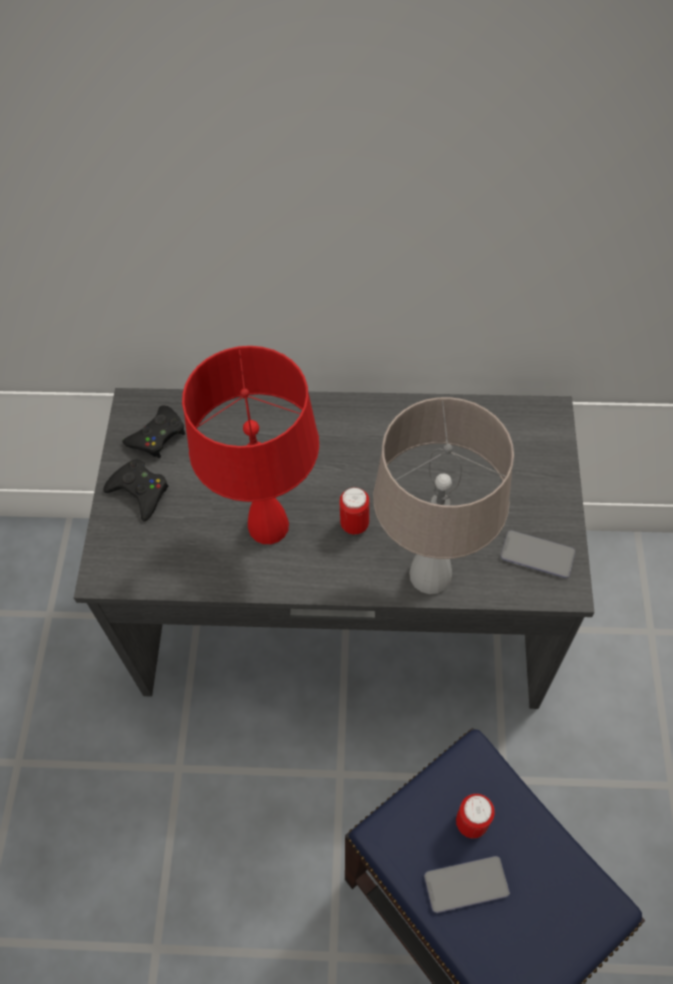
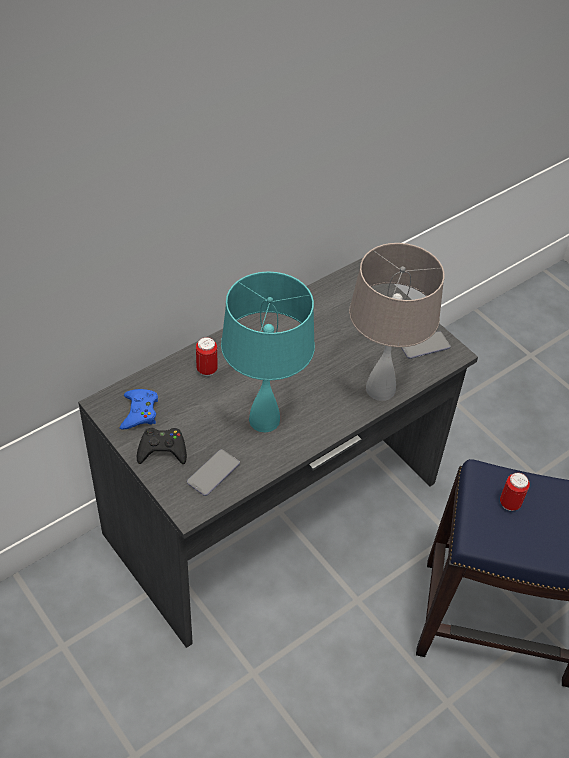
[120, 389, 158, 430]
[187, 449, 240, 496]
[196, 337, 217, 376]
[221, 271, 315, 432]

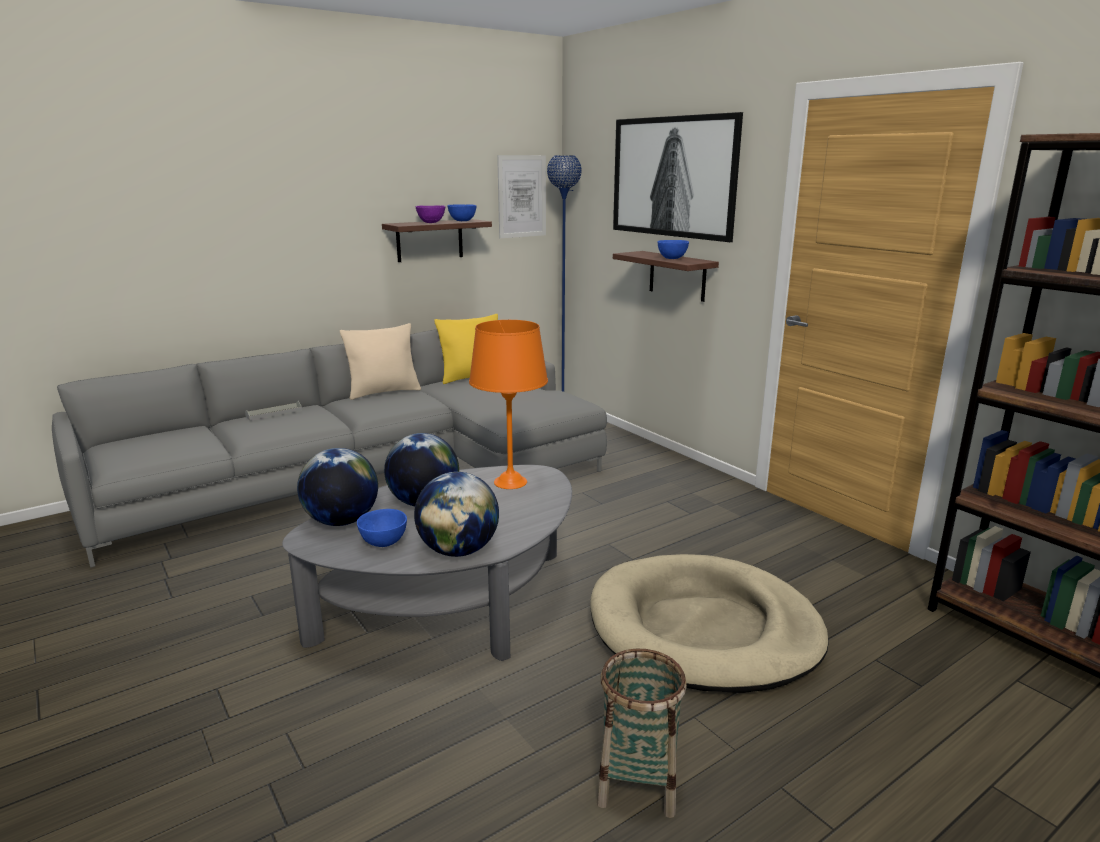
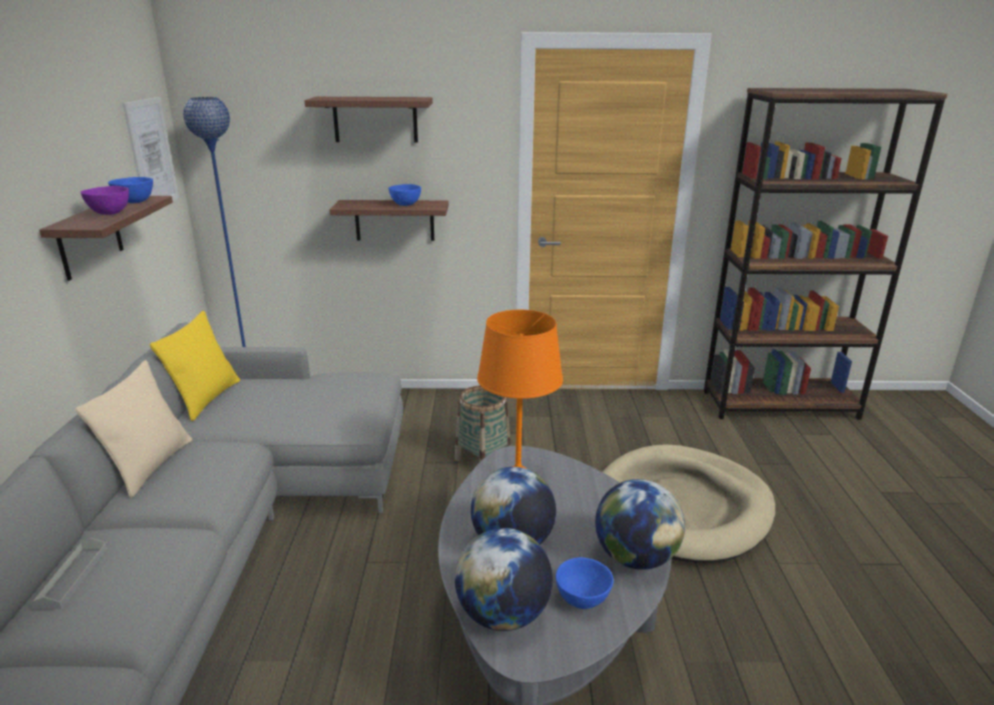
[305, 97, 433, 143]
[455, 385, 511, 463]

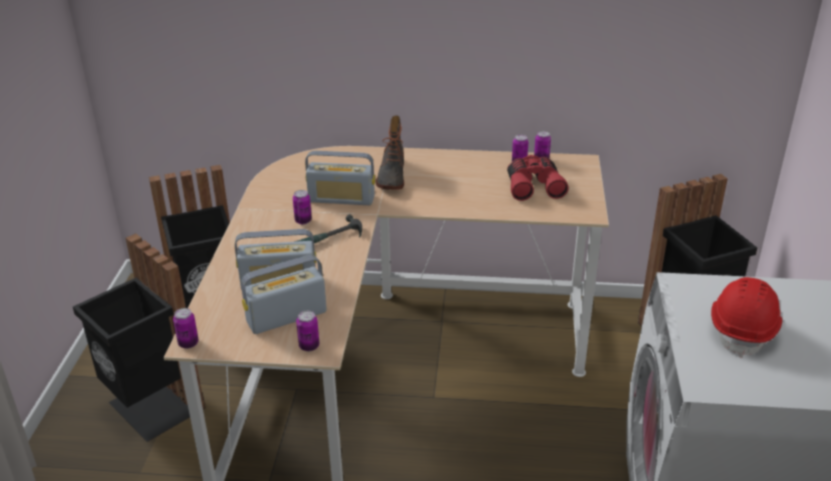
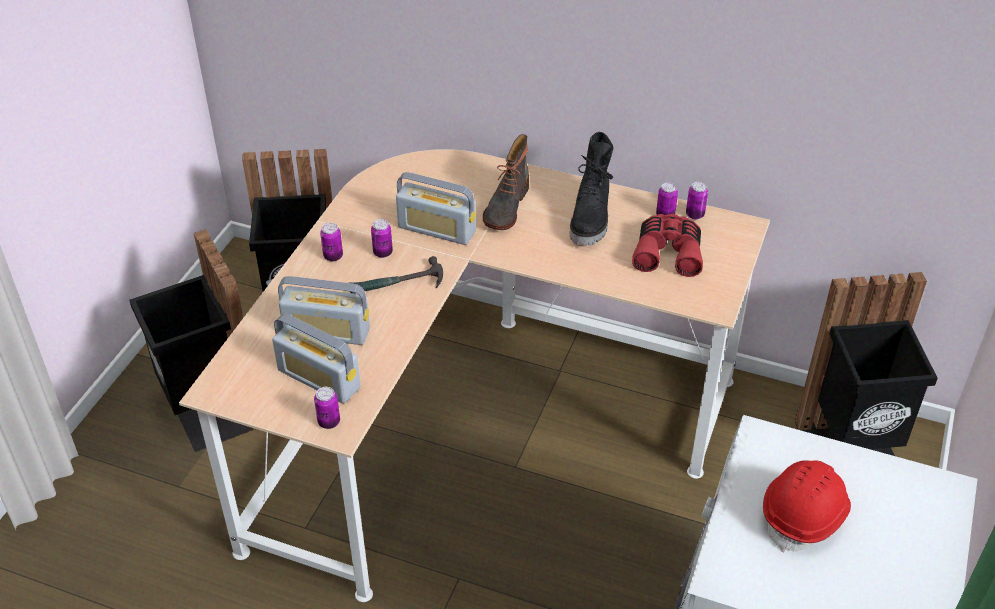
[272, 314, 360, 404]
[320, 223, 343, 261]
[569, 132, 613, 246]

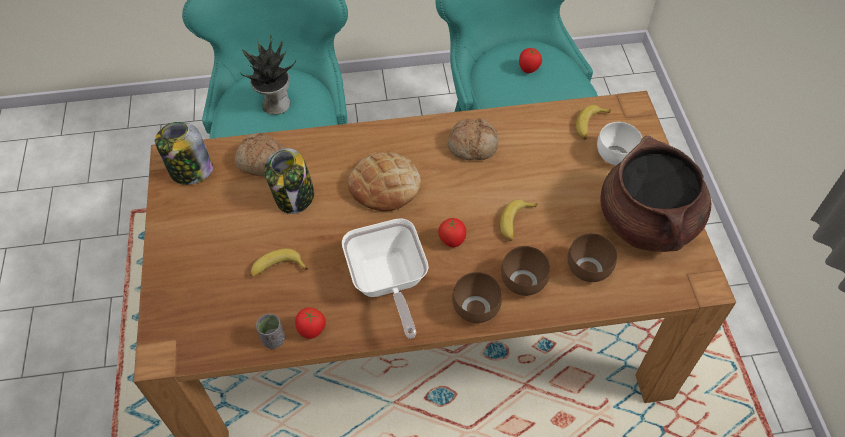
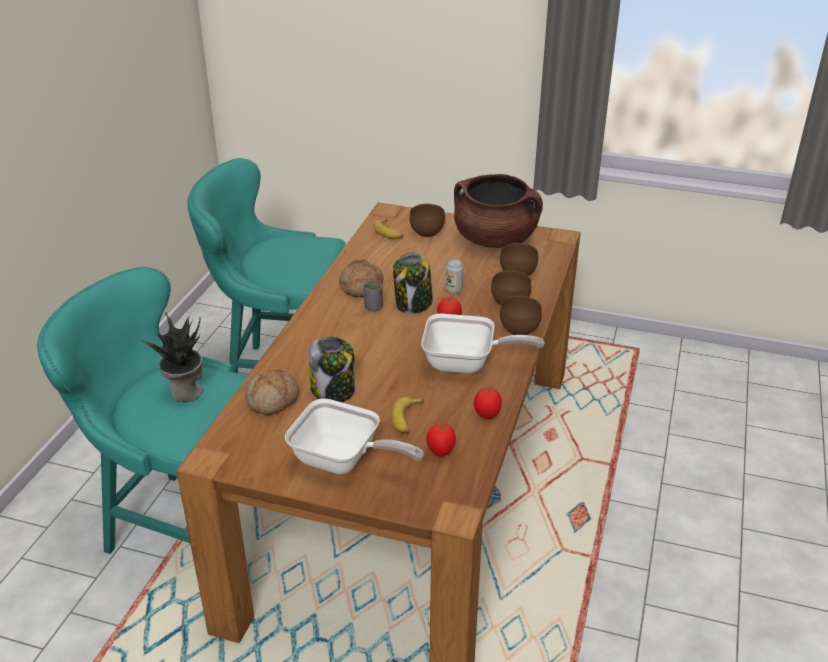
[285, 398, 424, 475]
[364, 280, 383, 312]
[393, 252, 433, 314]
[410, 204, 445, 237]
[426, 424, 456, 456]
[446, 259, 463, 294]
[348, 152, 421, 211] (first image)

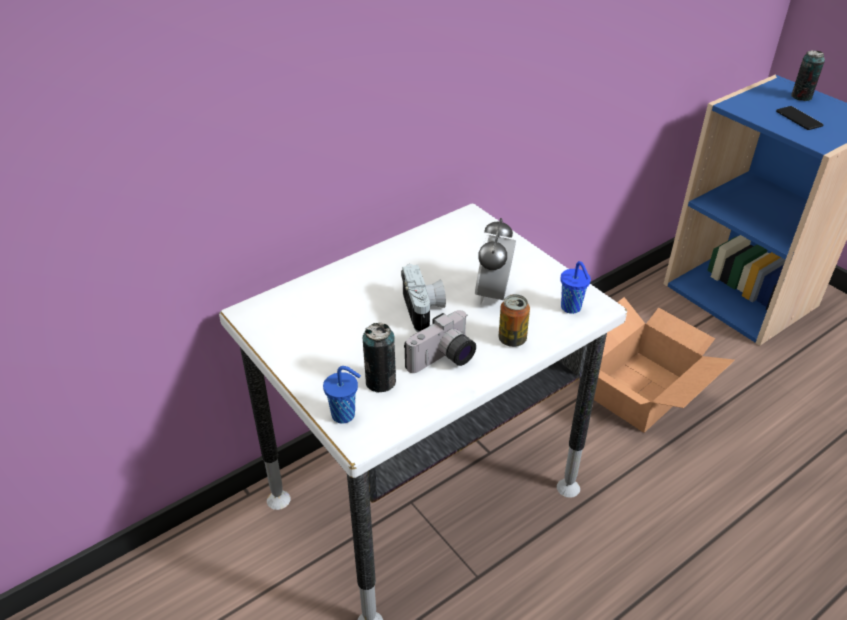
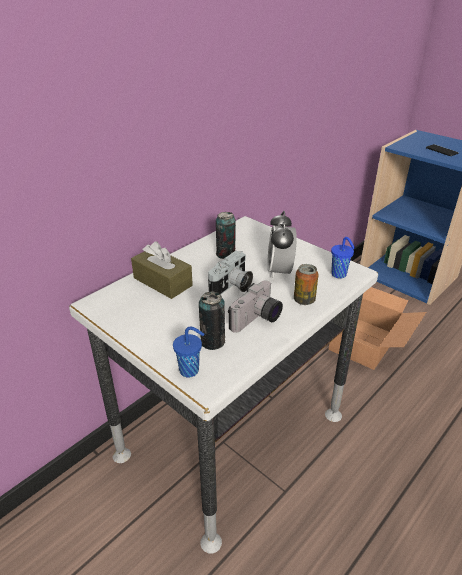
[131, 241, 193, 299]
[208, 251, 253, 295]
[216, 212, 236, 259]

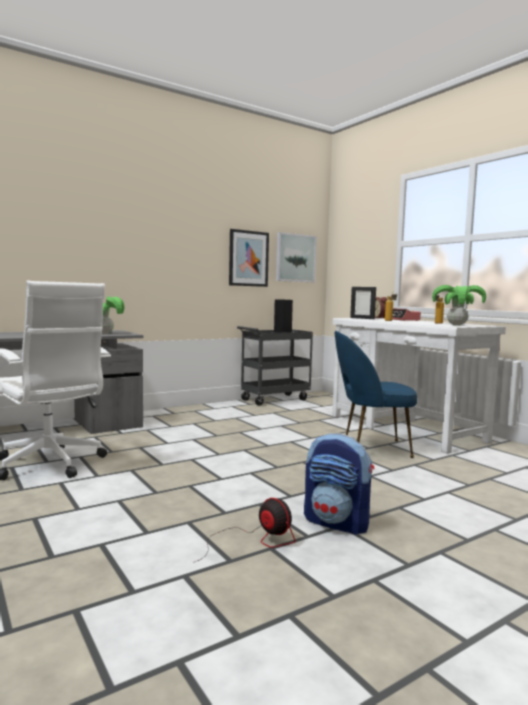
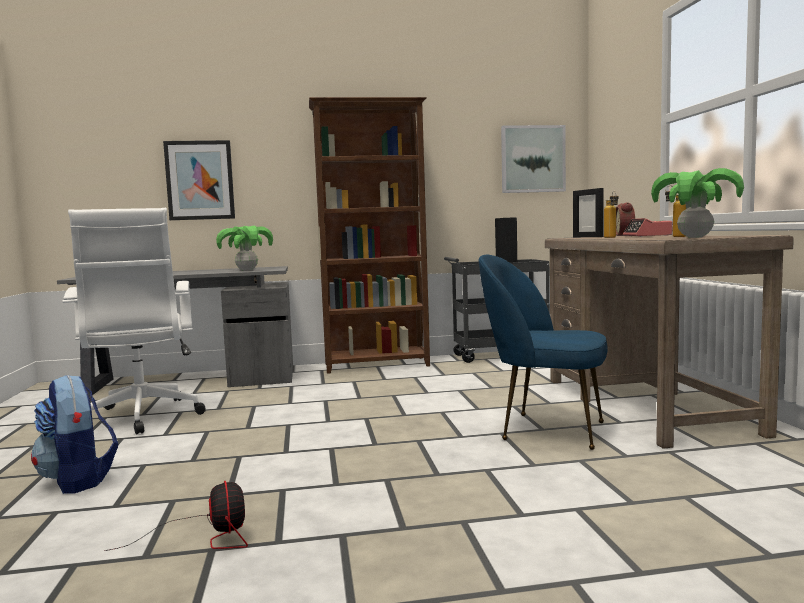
[31, 375, 118, 494]
[163, 140, 235, 220]
[309, 97, 430, 374]
[545, 235, 794, 448]

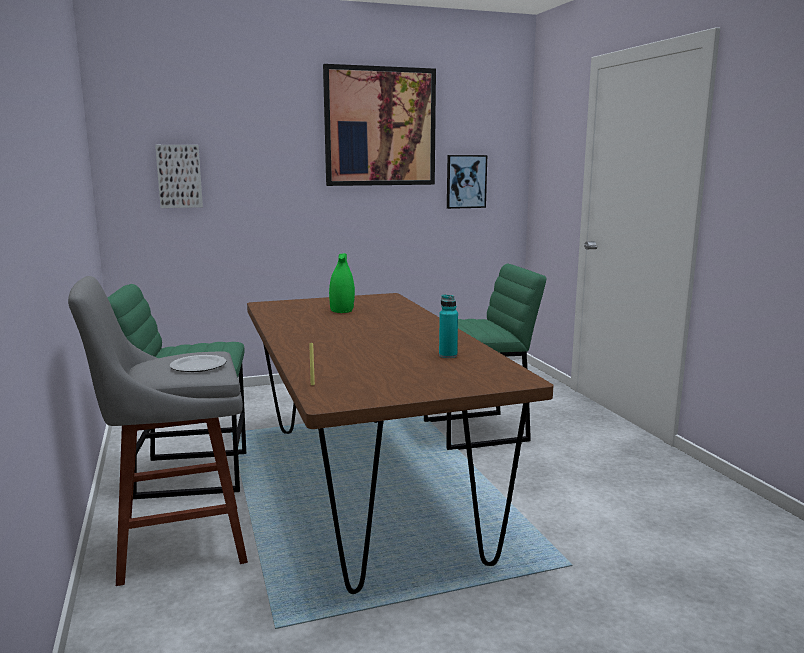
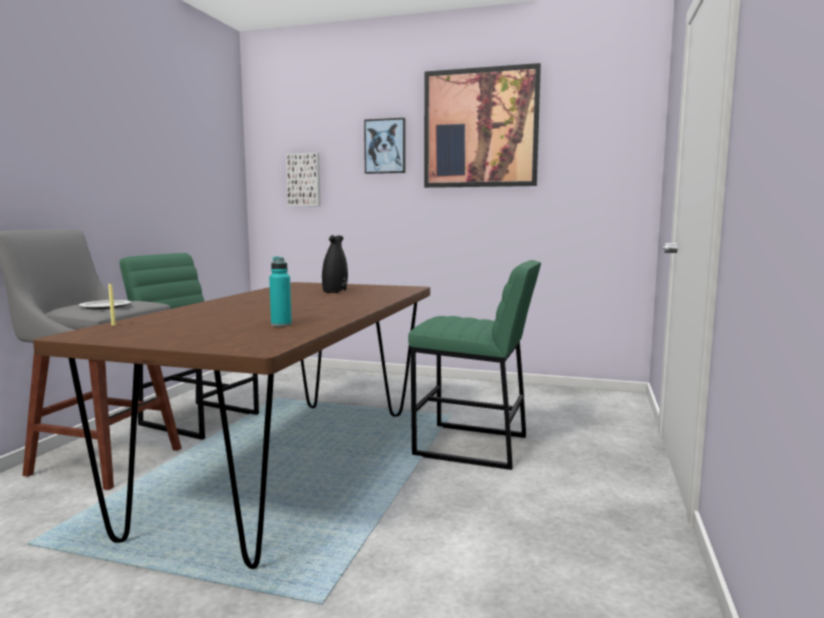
[322, 235, 348, 293]
[364, 118, 406, 174]

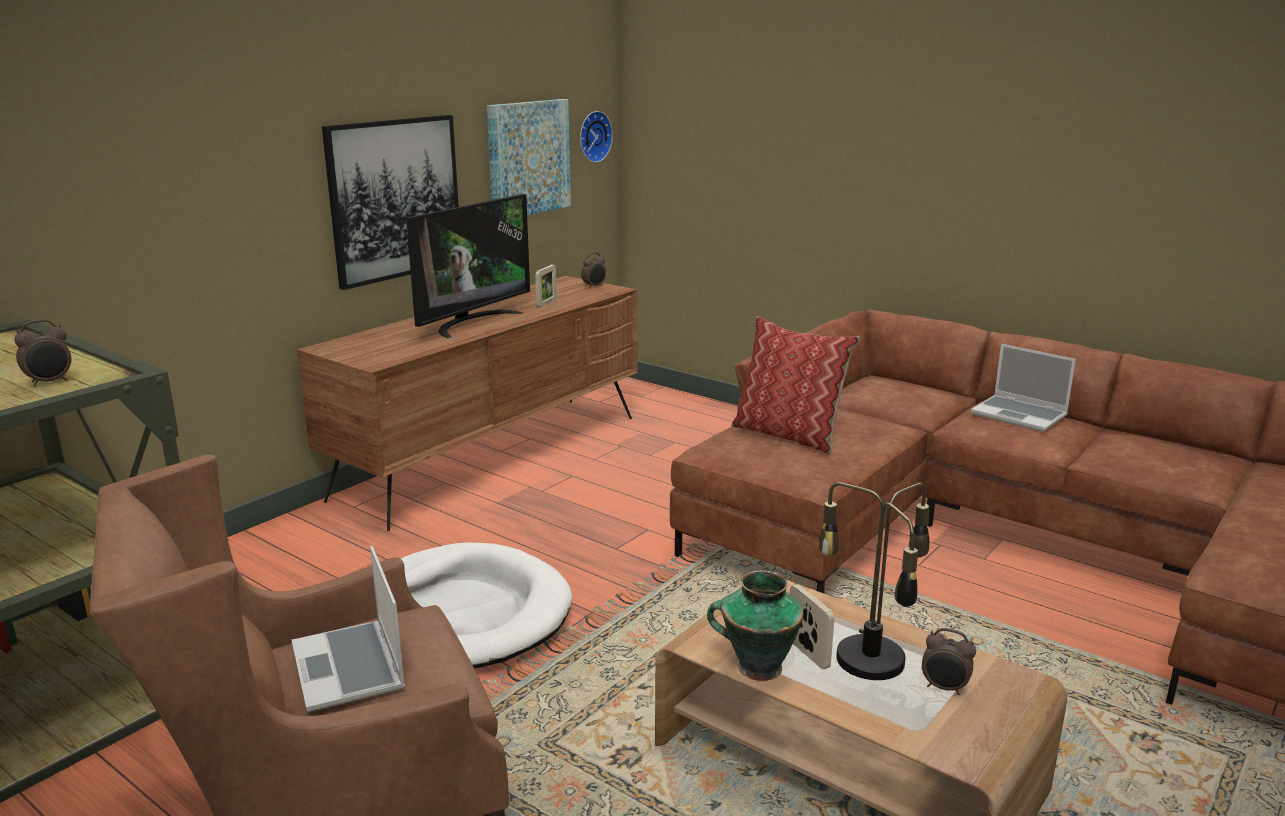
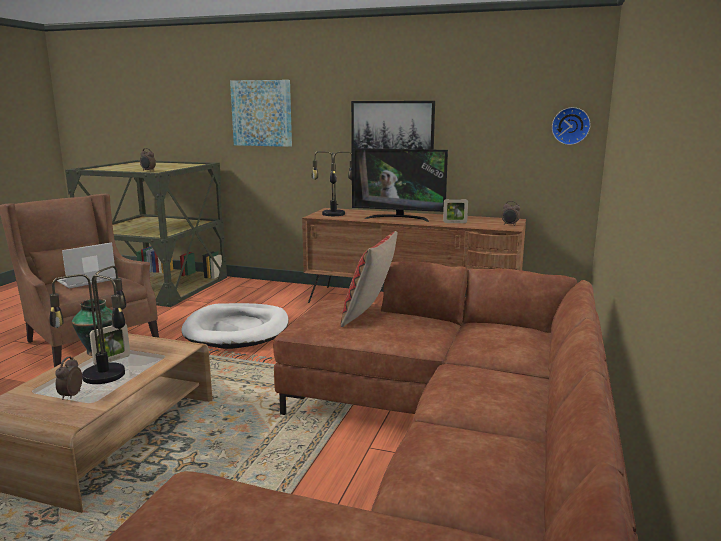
[230, 80, 292, 147]
[312, 151, 352, 216]
[971, 344, 1076, 432] (first image)

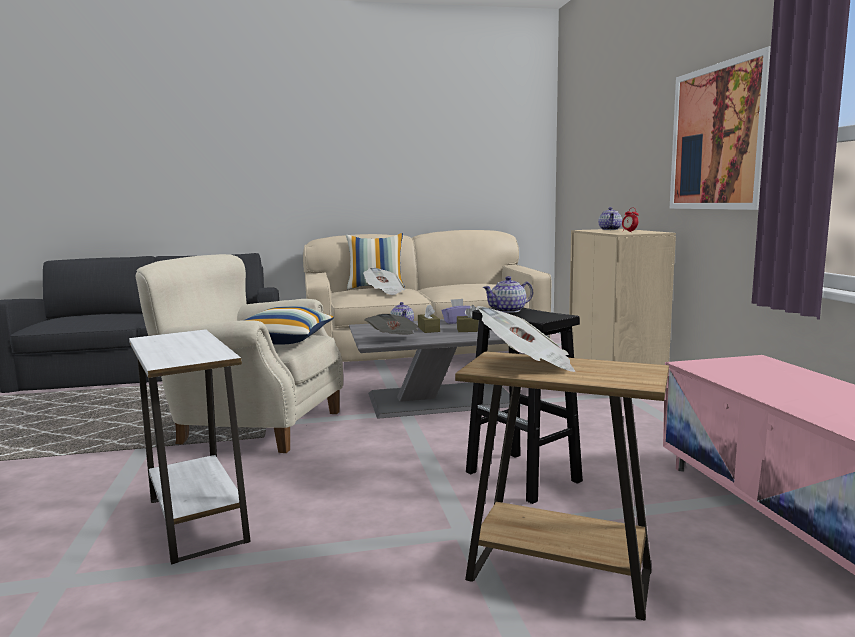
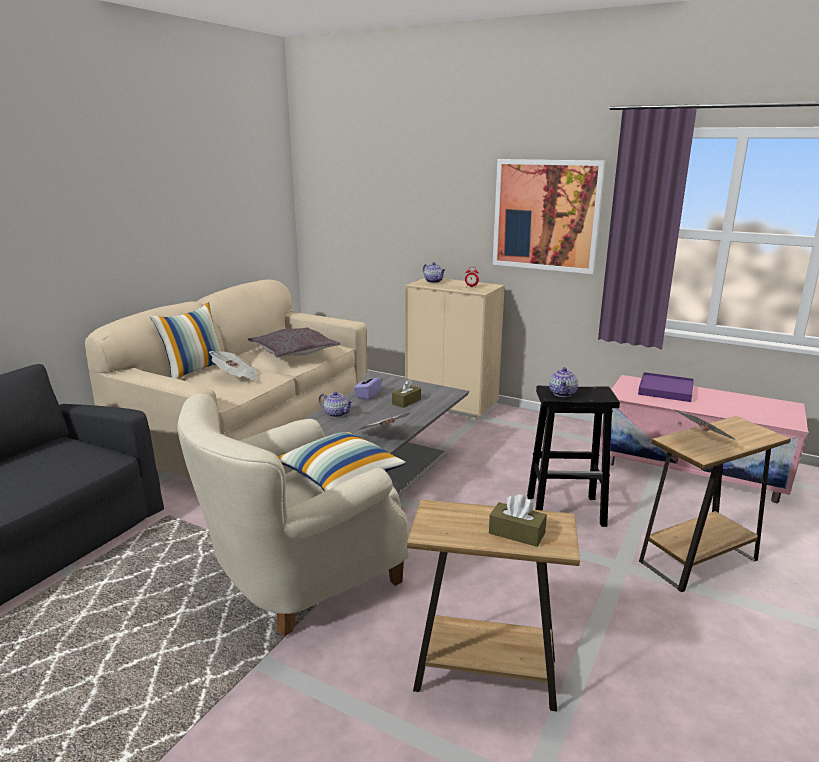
[248, 327, 340, 358]
[407, 499, 580, 712]
[489, 494, 547, 547]
[638, 372, 694, 402]

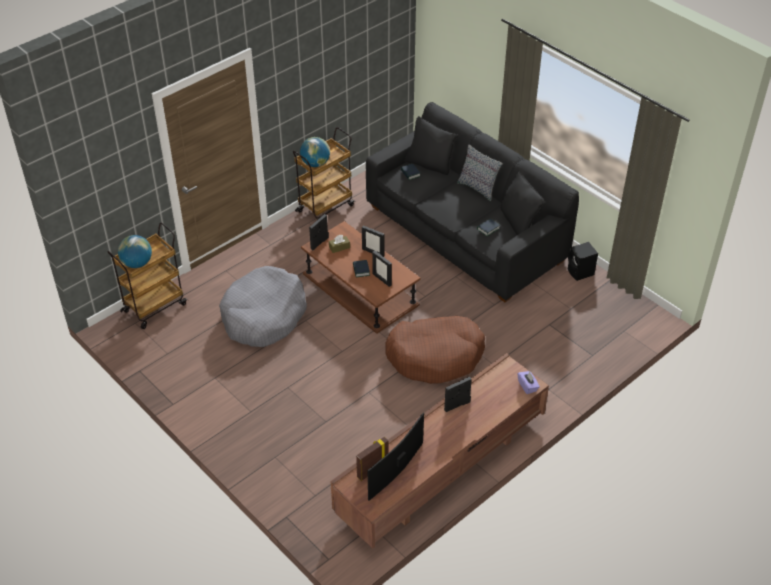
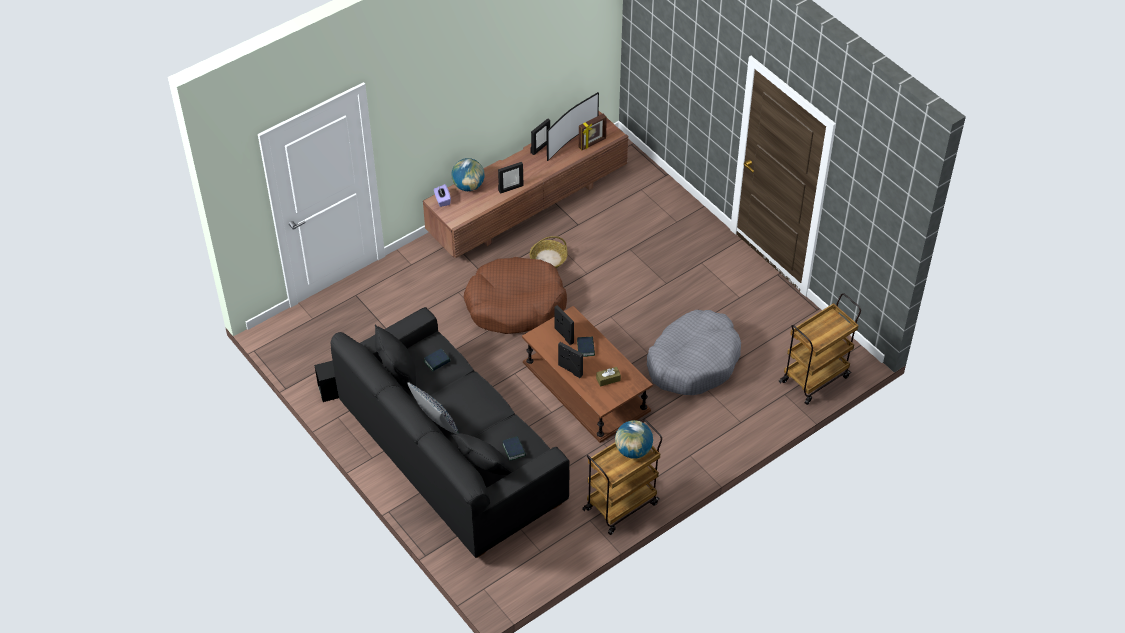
[452, 158, 485, 191]
[529, 236, 568, 268]
[531, 118, 550, 155]

